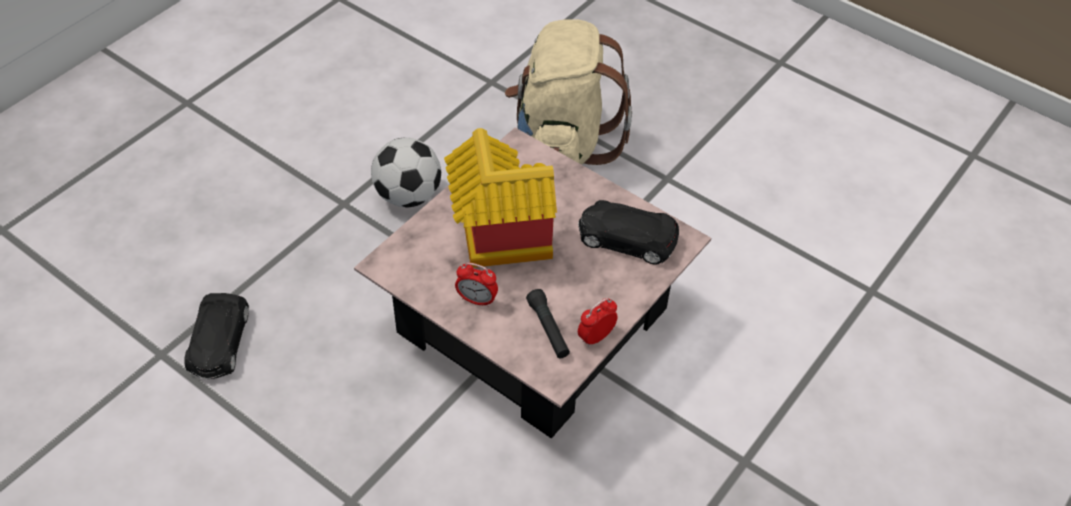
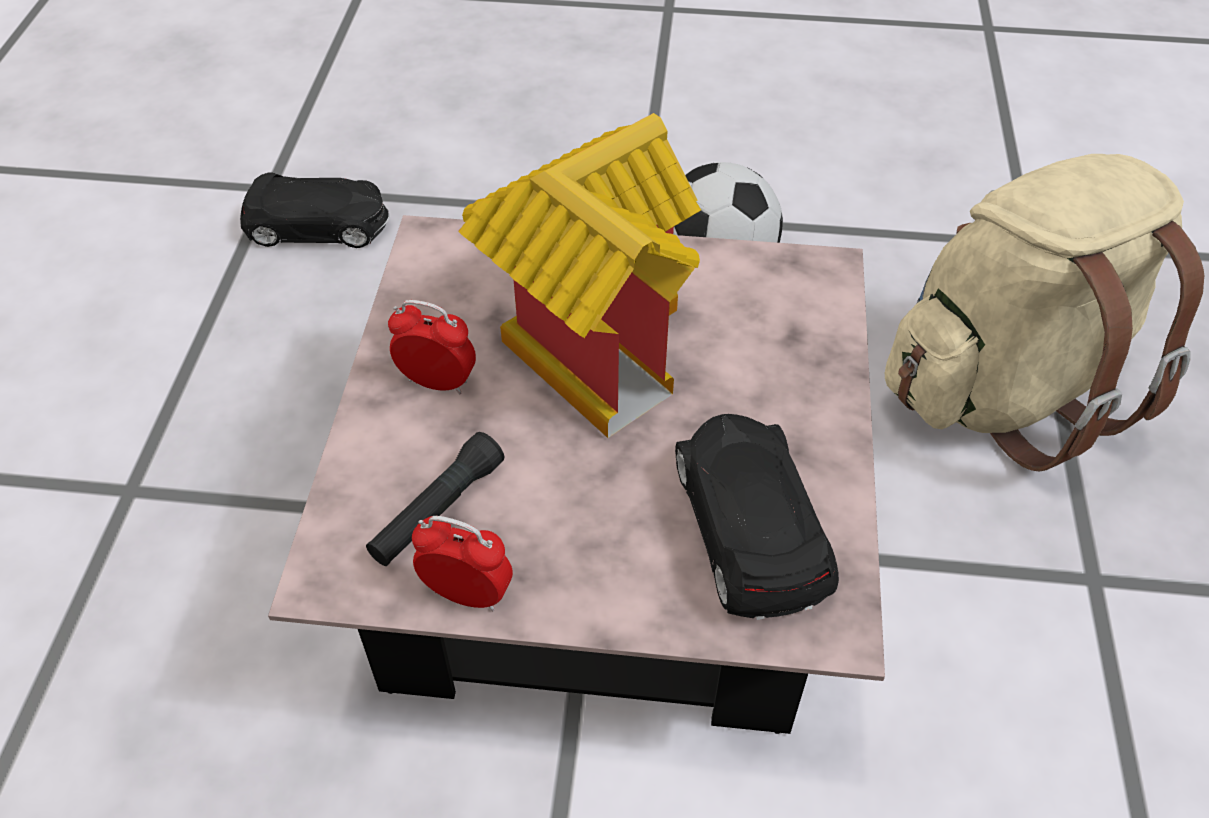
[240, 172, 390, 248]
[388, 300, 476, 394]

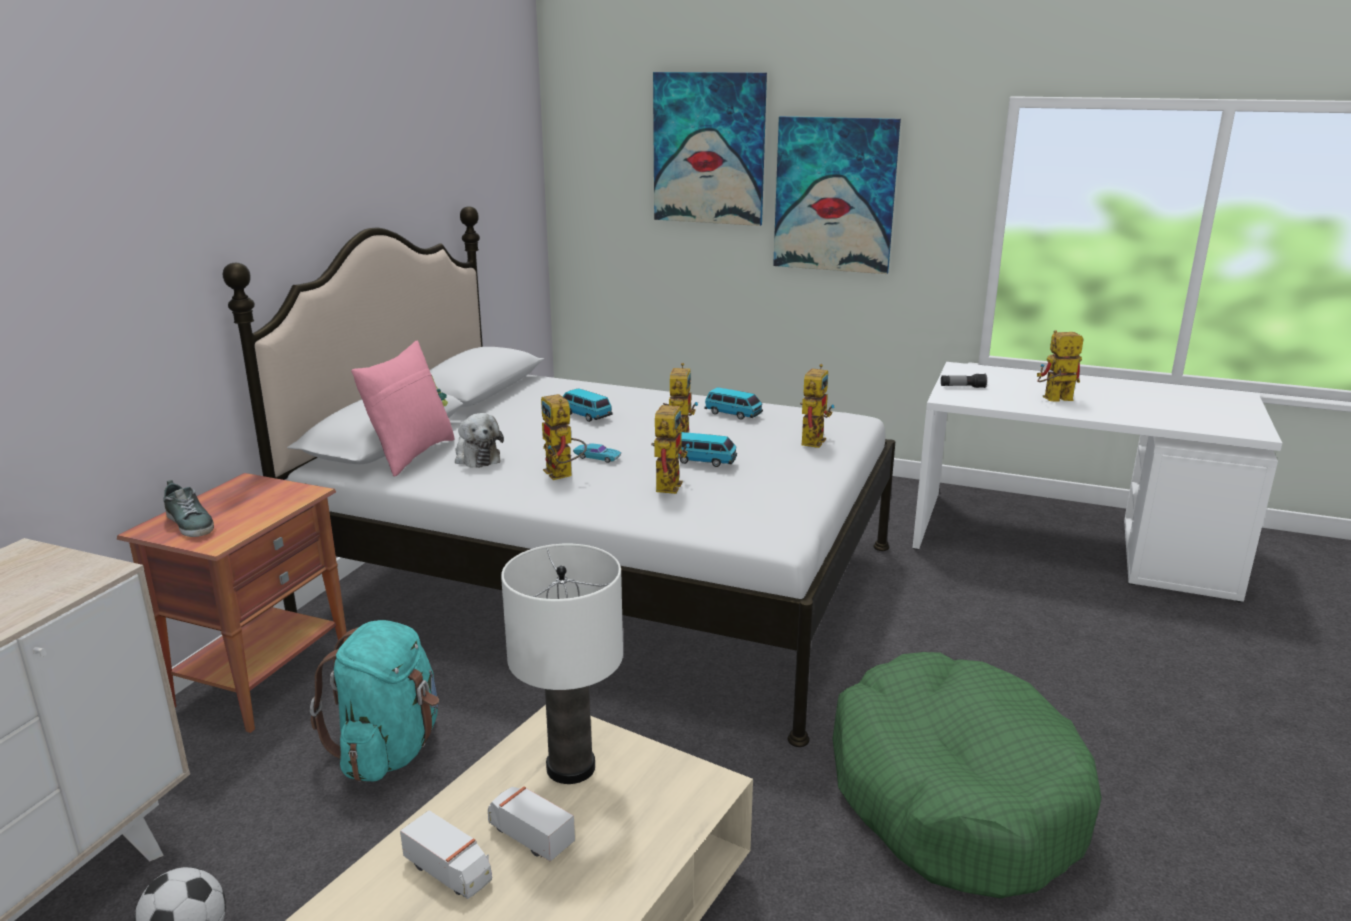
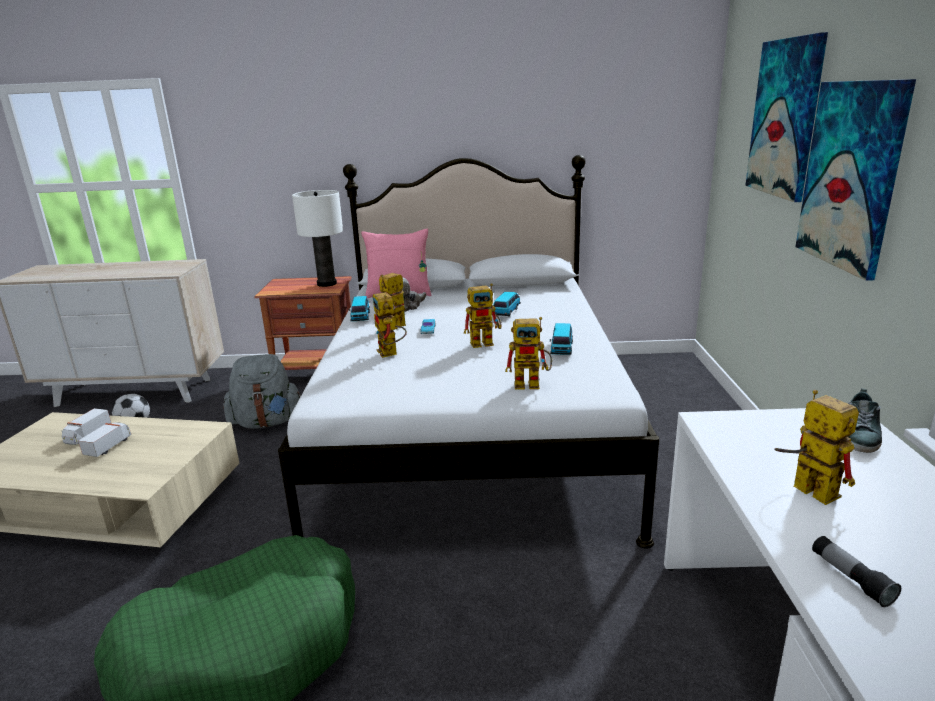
[223, 354, 301, 429]
[292, 190, 343, 287]
[349, 296, 370, 321]
[373, 292, 407, 358]
[812, 536, 901, 607]
[848, 388, 882, 453]

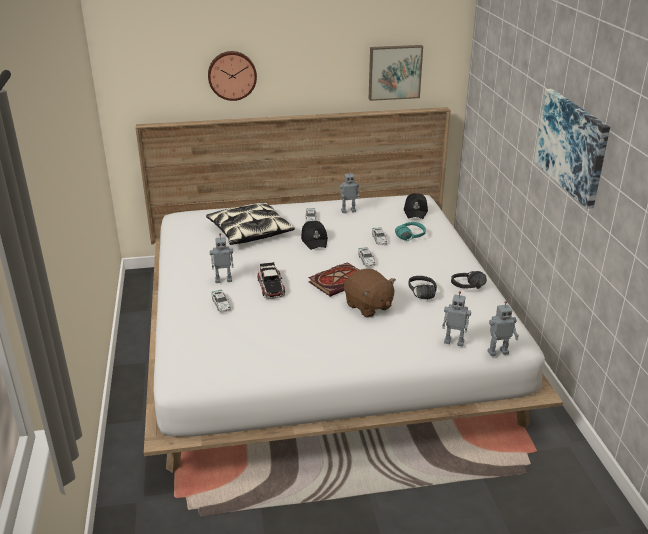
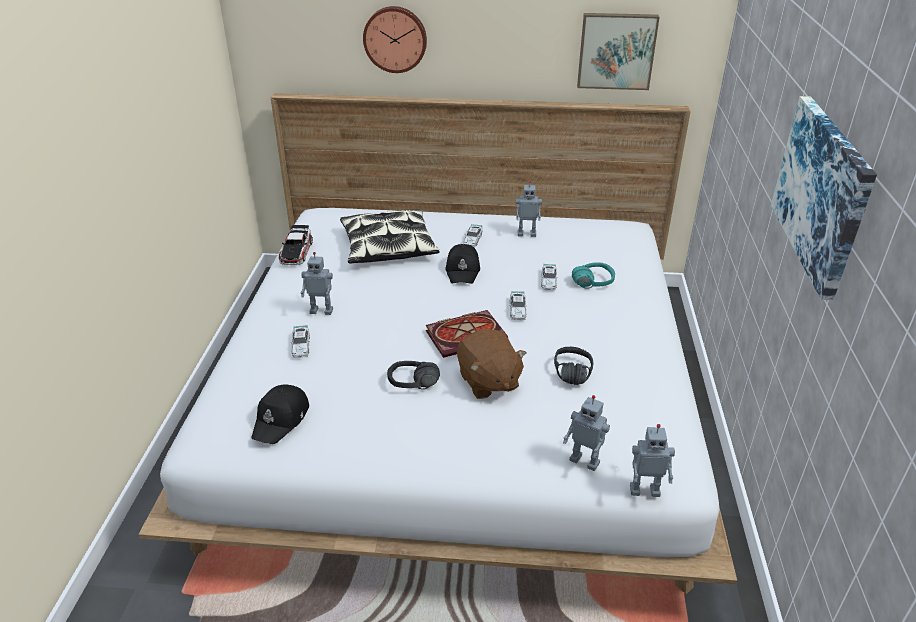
[251, 384, 309, 444]
[279, 225, 313, 265]
[387, 361, 440, 390]

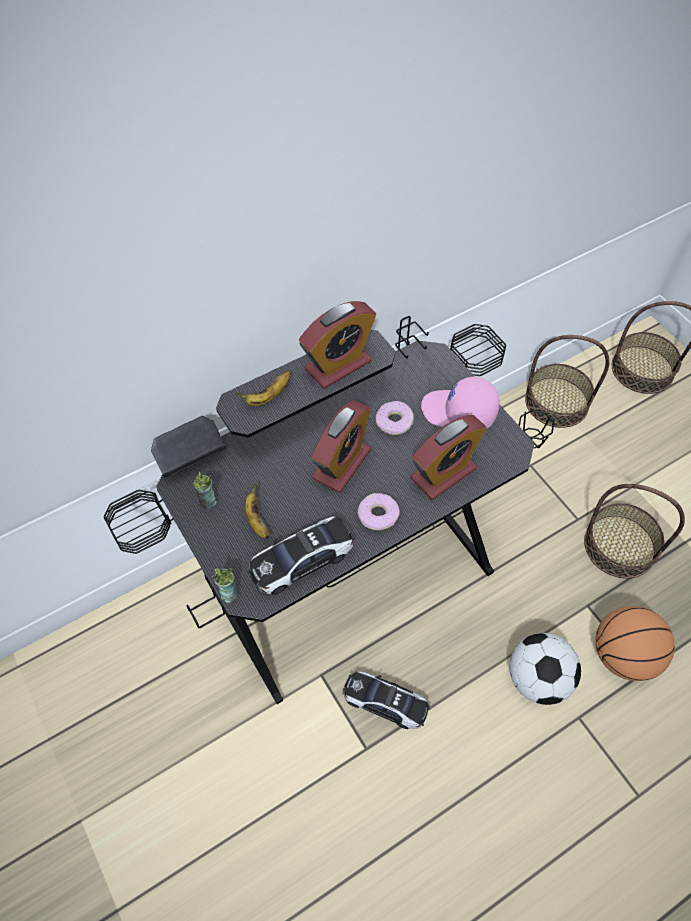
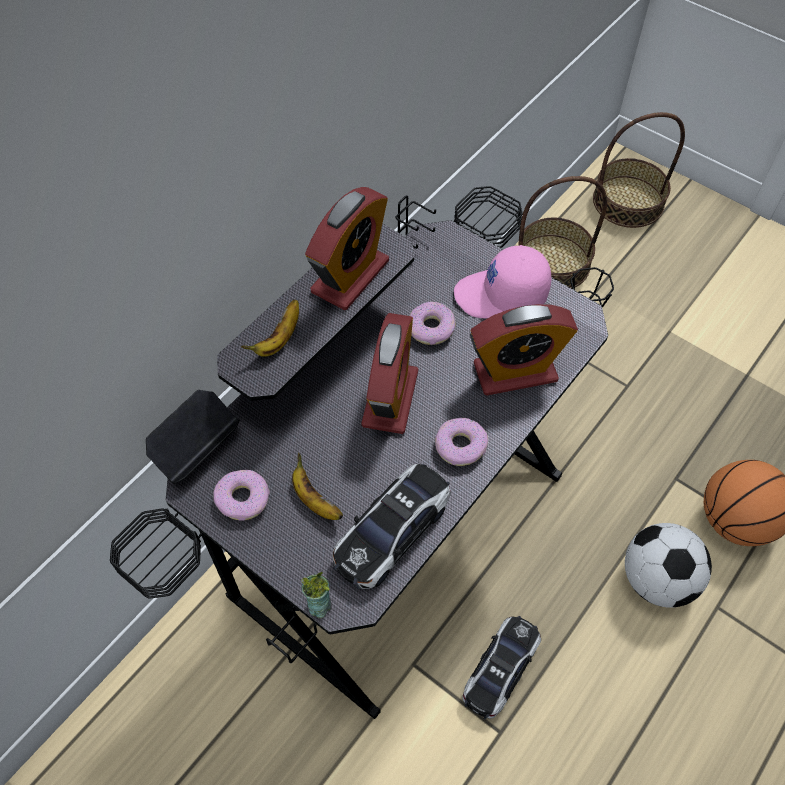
[213, 470, 270, 521]
[462, 616, 541, 719]
[470, 304, 578, 396]
[584, 484, 685, 579] (first image)

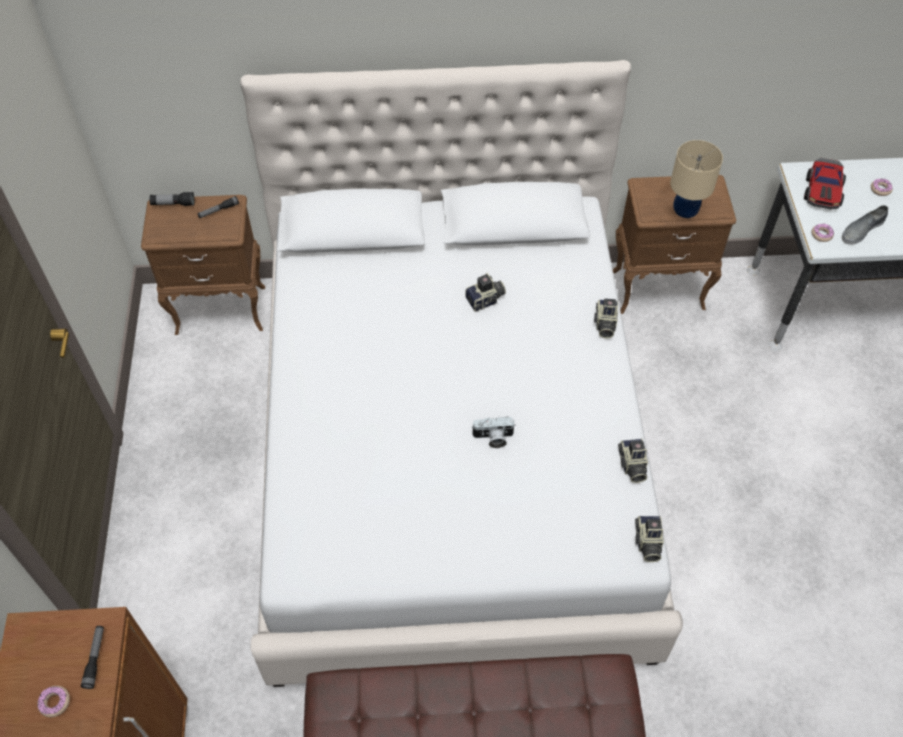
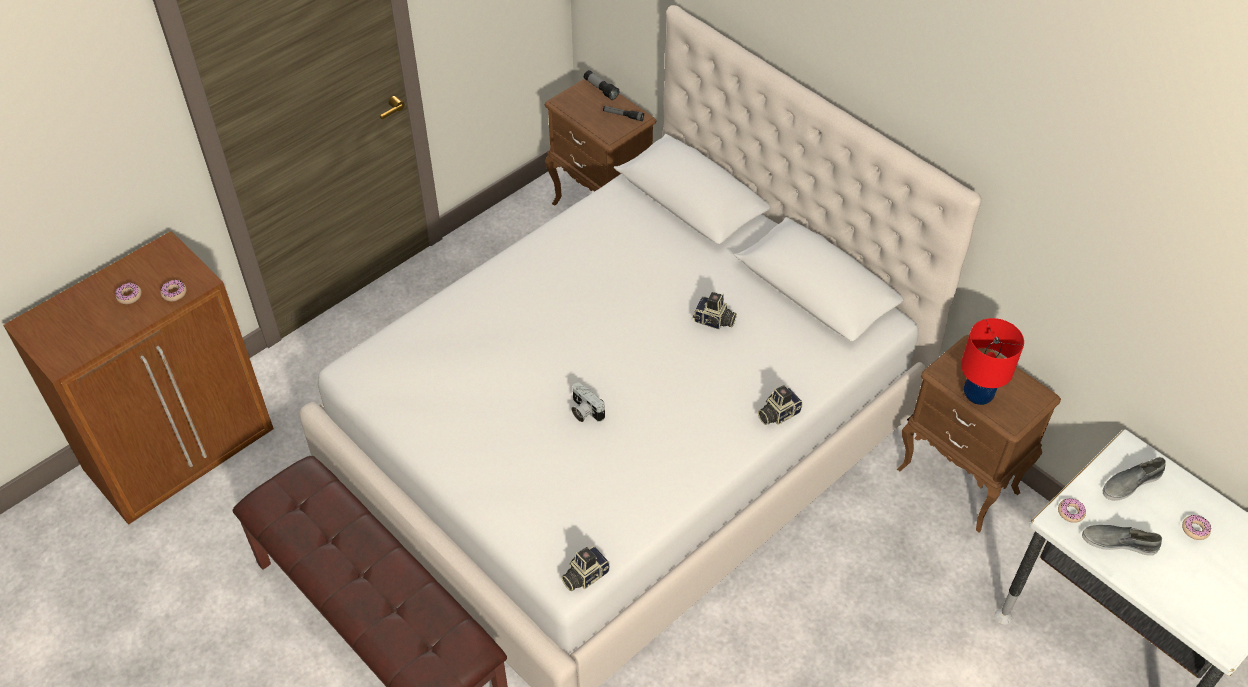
[161, 280, 187, 301]
[961, 318, 1024, 405]
[1103, 457, 1166, 501]
[618, 439, 648, 483] (first image)

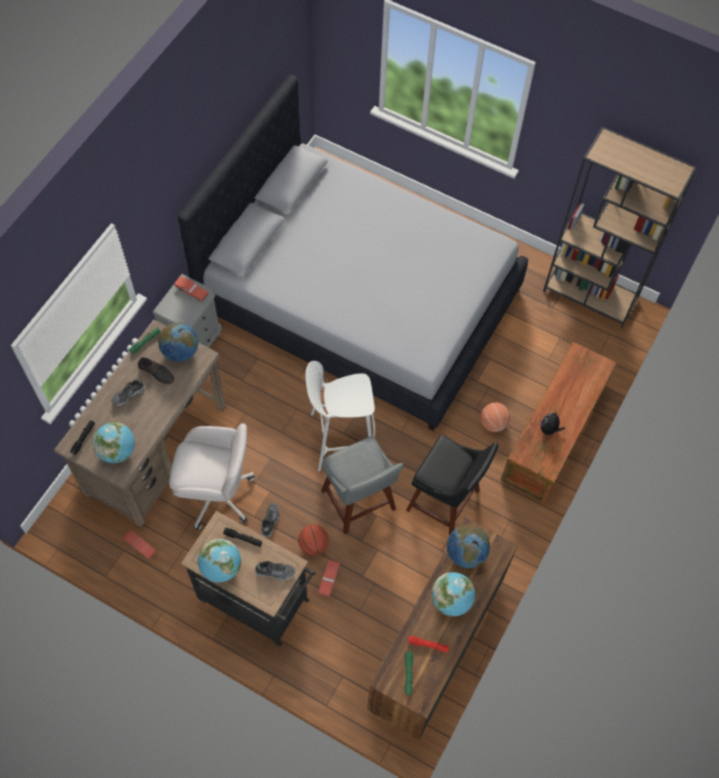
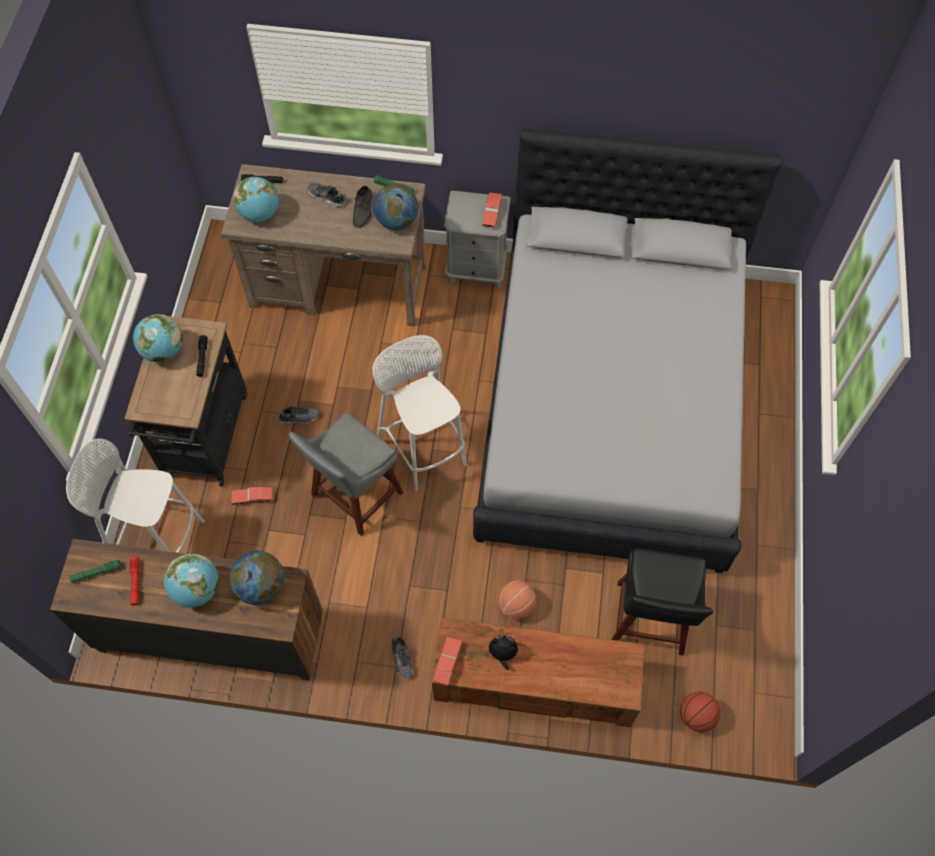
[66, 439, 205, 553]
[391, 636, 413, 678]
[433, 637, 462, 686]
[611, 548, 713, 656]
[680, 692, 721, 732]
[169, 423, 255, 531] (first image)
[543, 127, 697, 328] (first image)

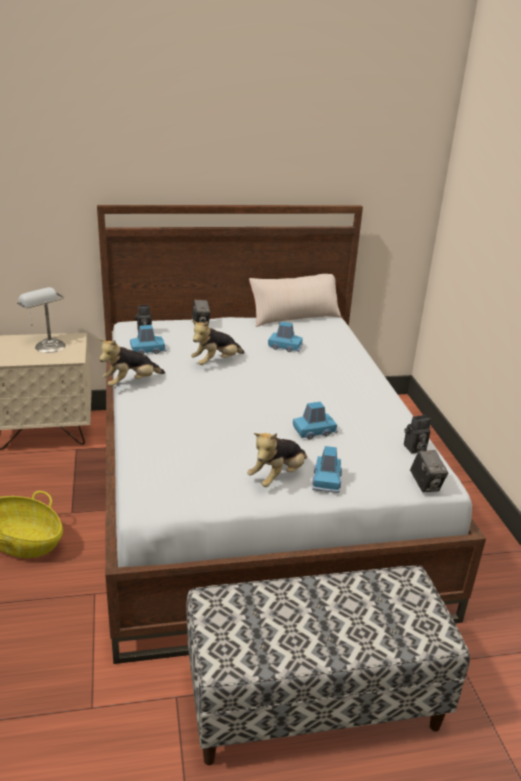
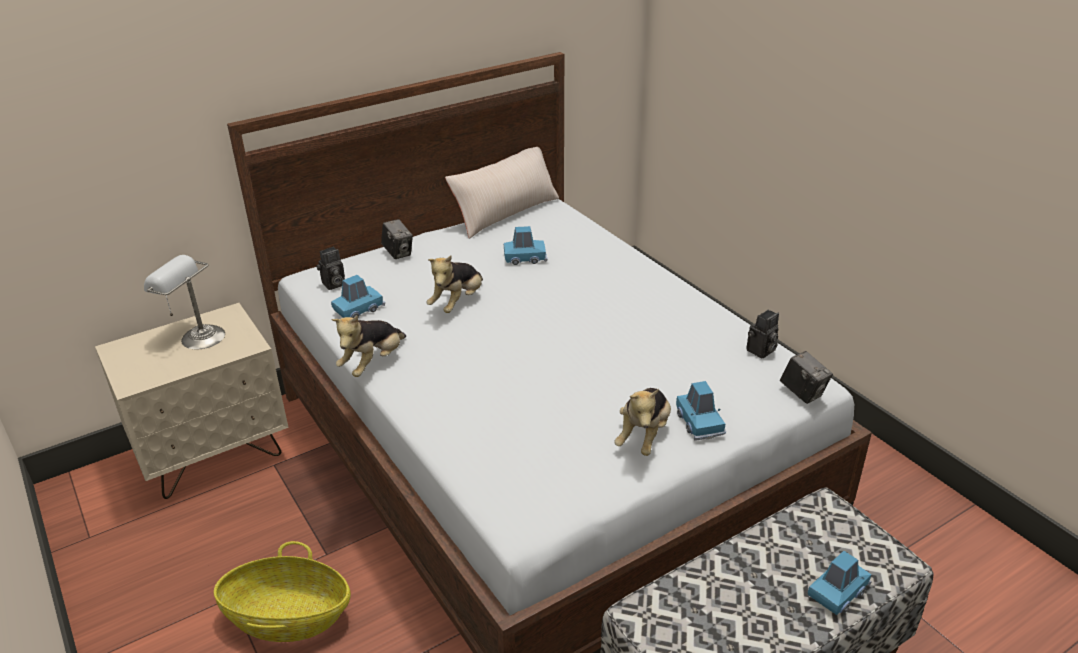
[808, 551, 872, 615]

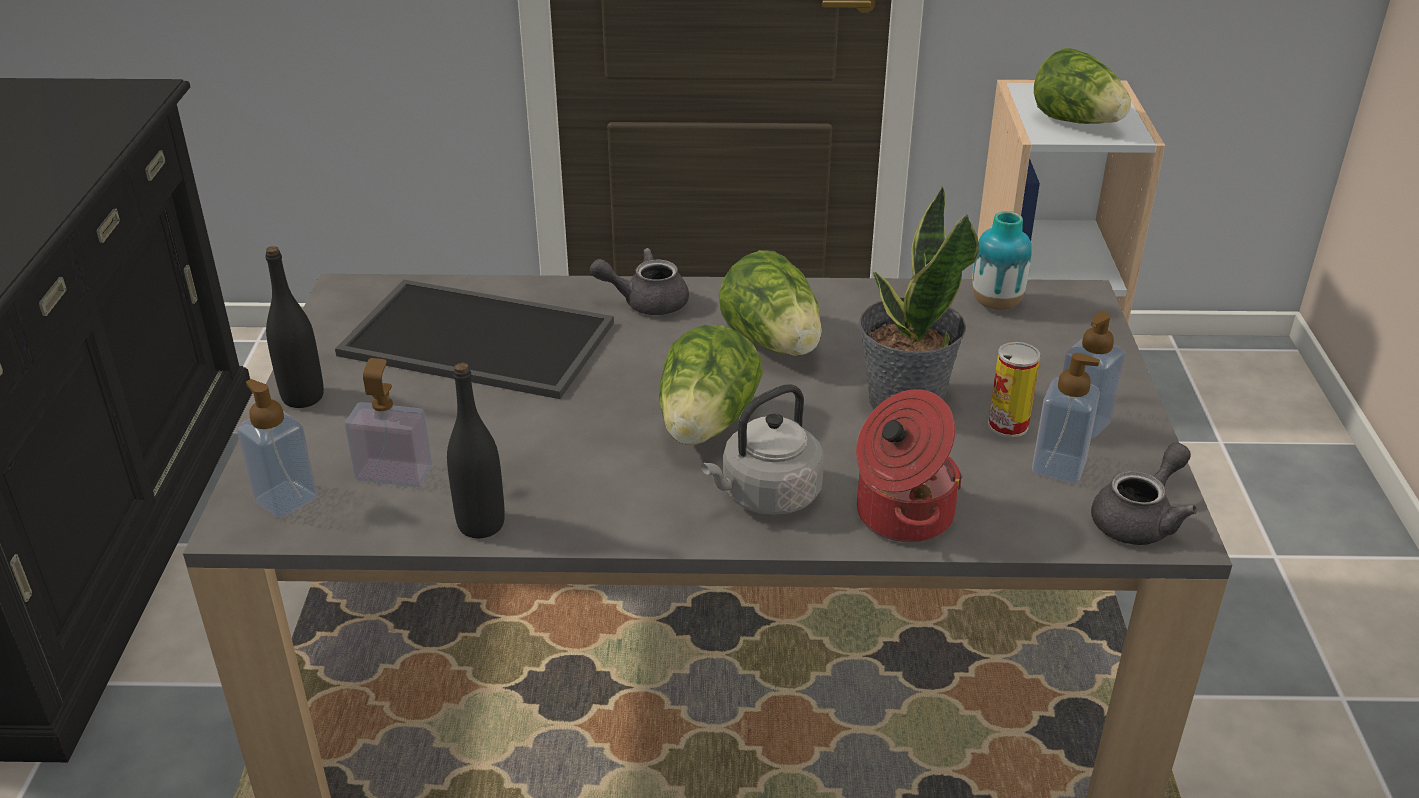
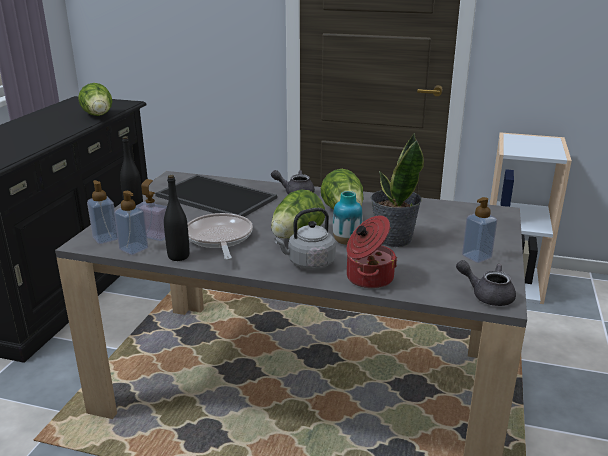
[78, 83, 112, 116]
[114, 191, 148, 255]
[187, 213, 253, 260]
[333, 191, 362, 245]
[456, 260, 516, 306]
[988, 342, 1040, 438] (first image)

